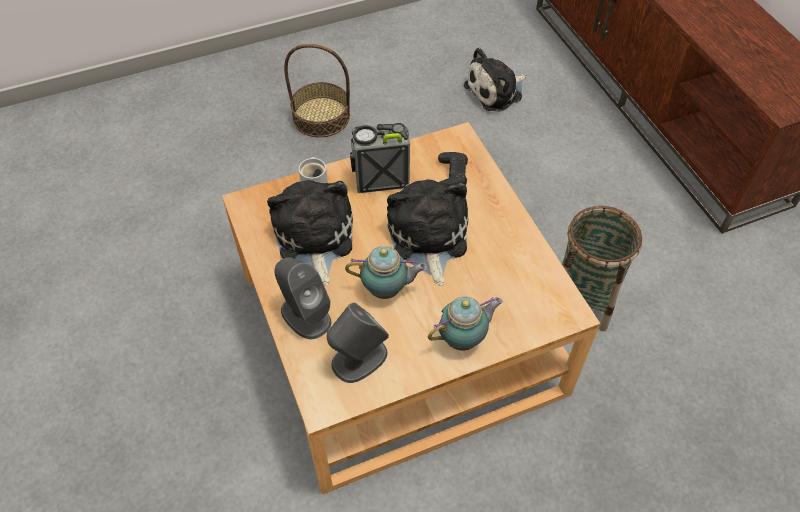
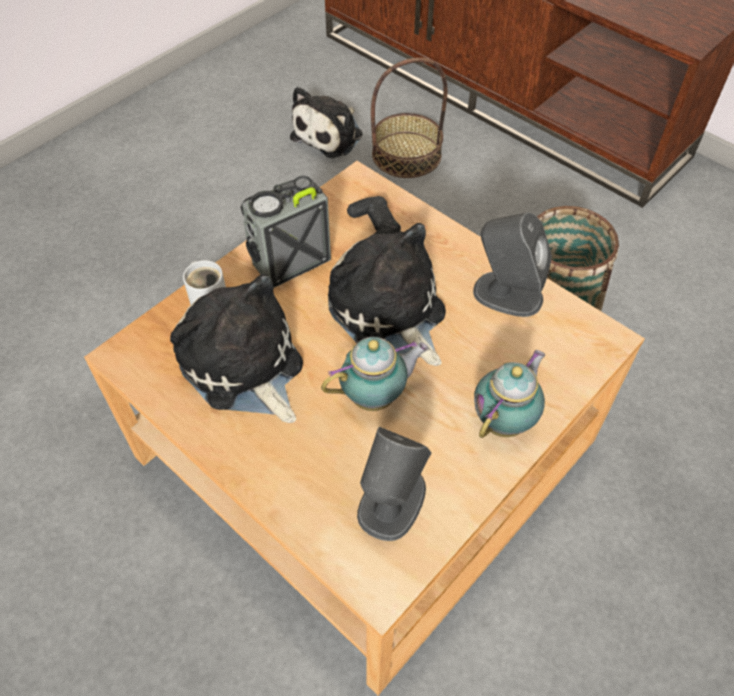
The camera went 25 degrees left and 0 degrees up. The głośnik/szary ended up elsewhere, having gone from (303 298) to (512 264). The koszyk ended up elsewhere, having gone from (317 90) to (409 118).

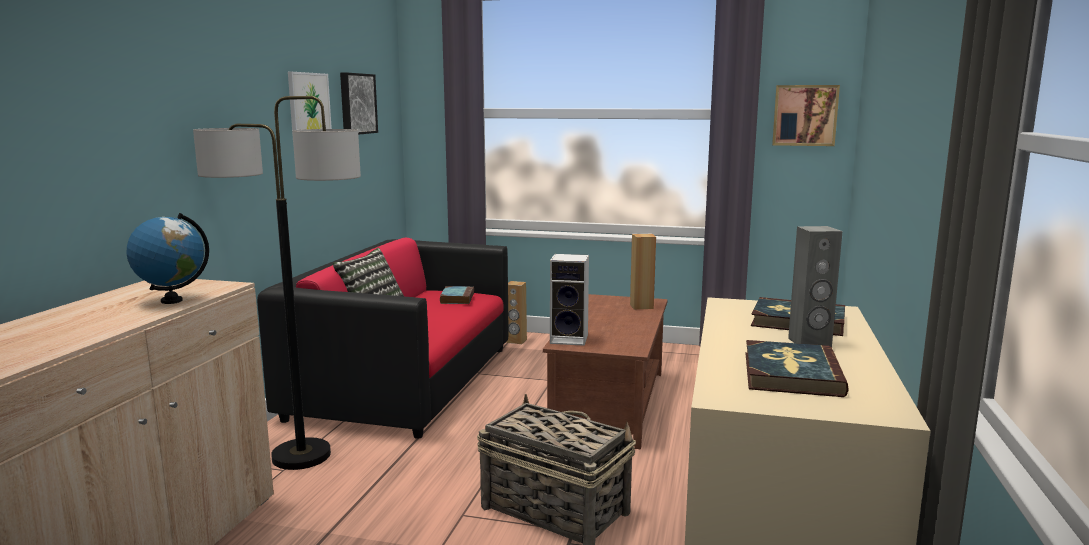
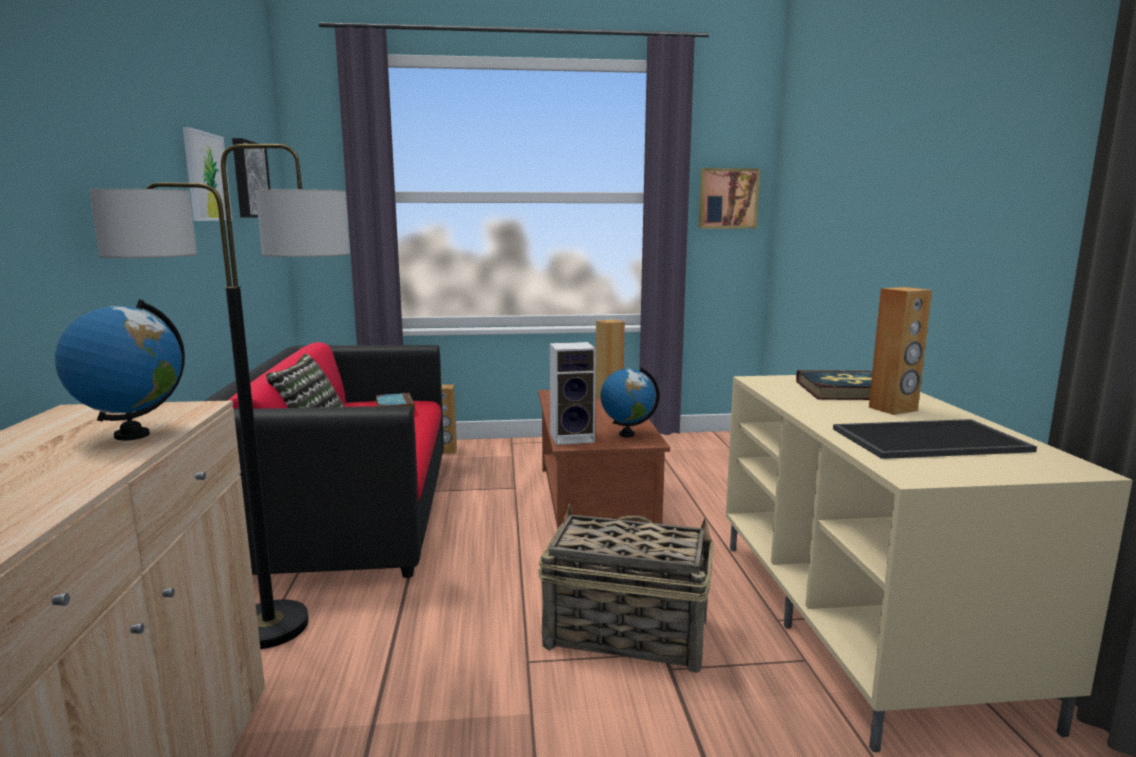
The camera went 20 degrees left and 0 degrees up. The second view gained the globus at (629 402). Where the książka stood at (797 368), the taca came to stand at (935 439). What was the głośnik/szary at (815 286) turned into the głośnik/brązowy at (900 351).

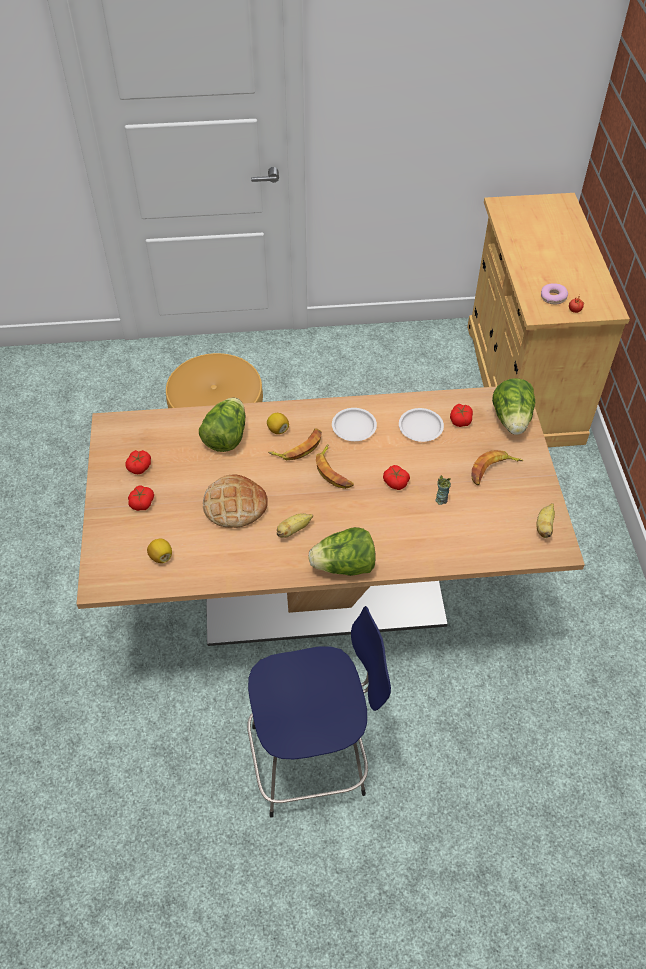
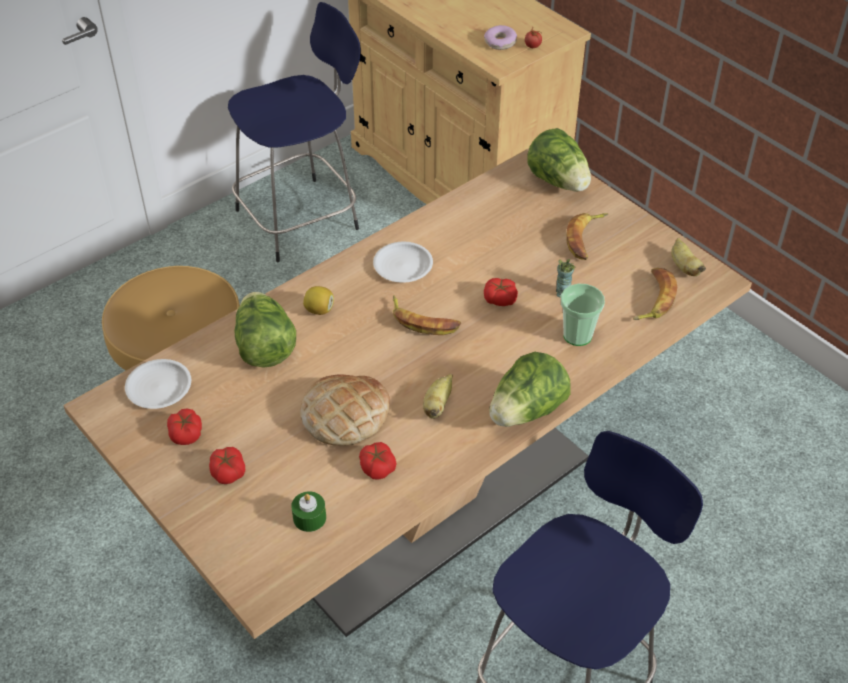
The camera went 35 degrees left and 5 degrees down. The second view gained the stołek/niebieski at (294 132). The second view gained the filiżanka at (583 315). The banan ended up elsewhere, having gone from (295 444) to (655 294). The talerz/biały ended up elsewhere, having gone from (421 425) to (158 384). The pomidor ended up elsewhere, having gone from (461 415) to (378 461). Where the cytryna stood at (159 551), the świeca/zielony came to stand at (308 511).

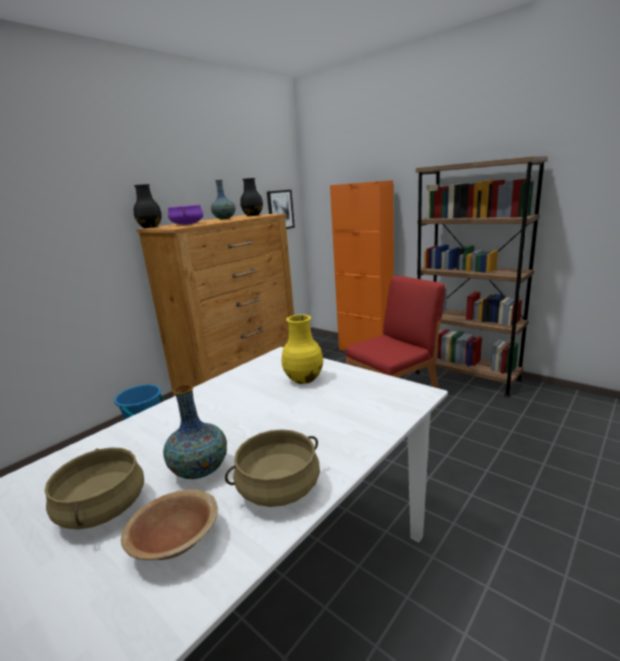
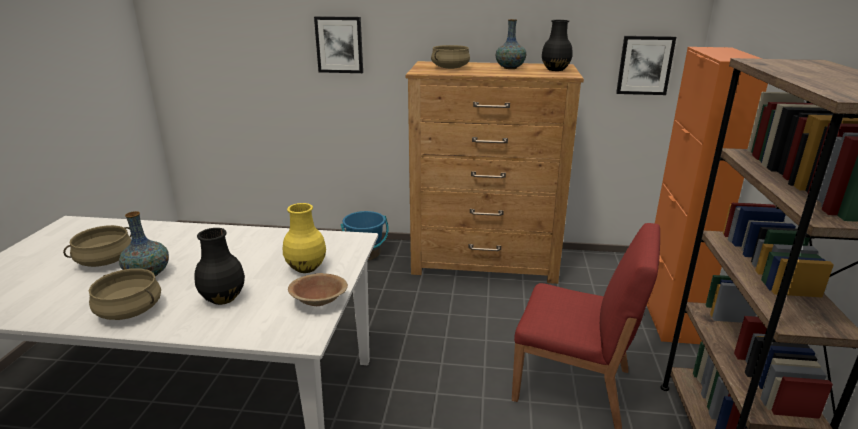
The camera went 55 degrees right and 5 degrees up. The second view gained the obraz at (338 44). The miska/brązowy ended up elsewhere, having gone from (169 524) to (318 289). The wazon/czarny ended up elsewhere, having gone from (148 206) to (220 266). What was the garnek/fioletowy at (185 215) turned into the garnek/beżowy at (450 57).

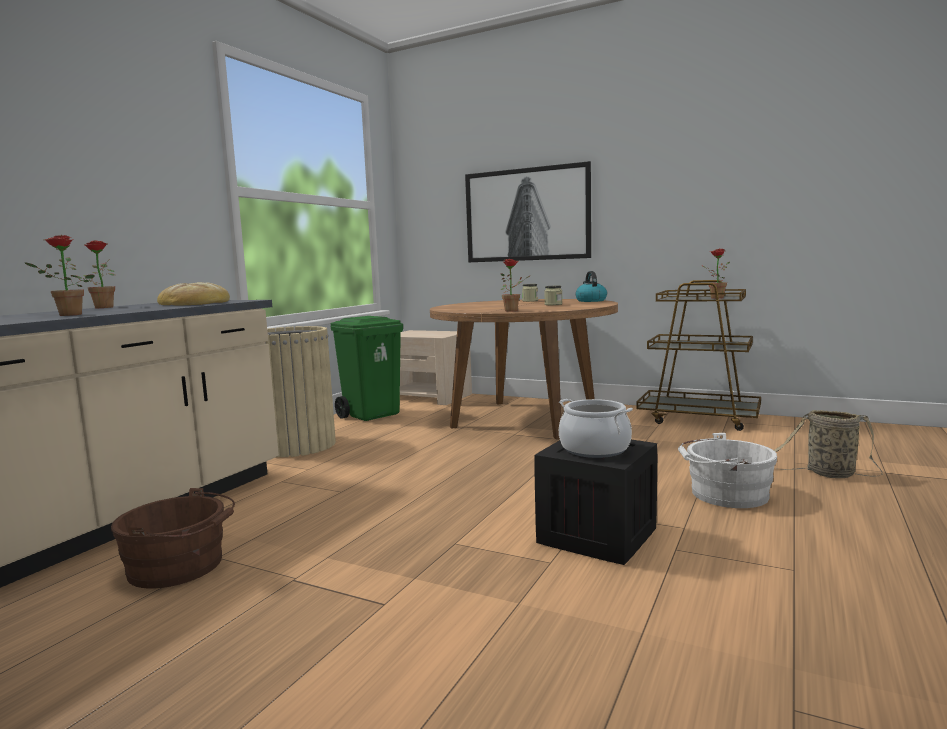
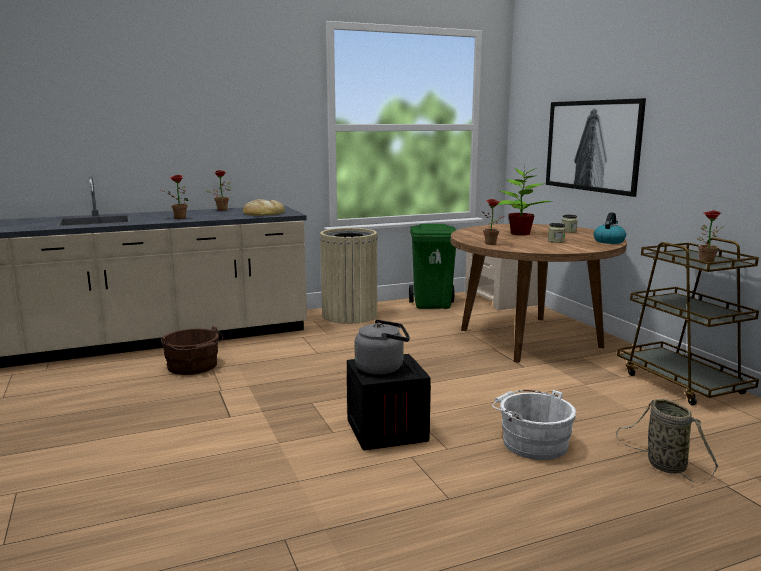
The camera went 40 degrees right and 5 degrees up. The second view gained the roślina doniczkowa at (525 200). Where the garnek stood at (596 428), the czajnik/szary came to stand at (382 346).

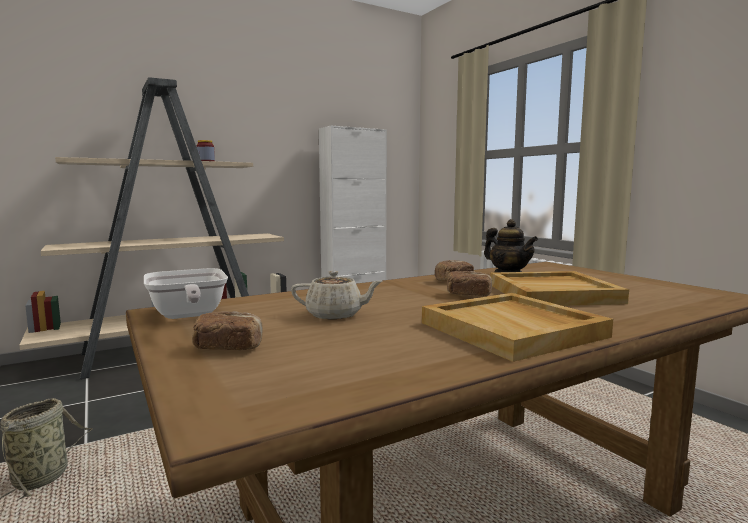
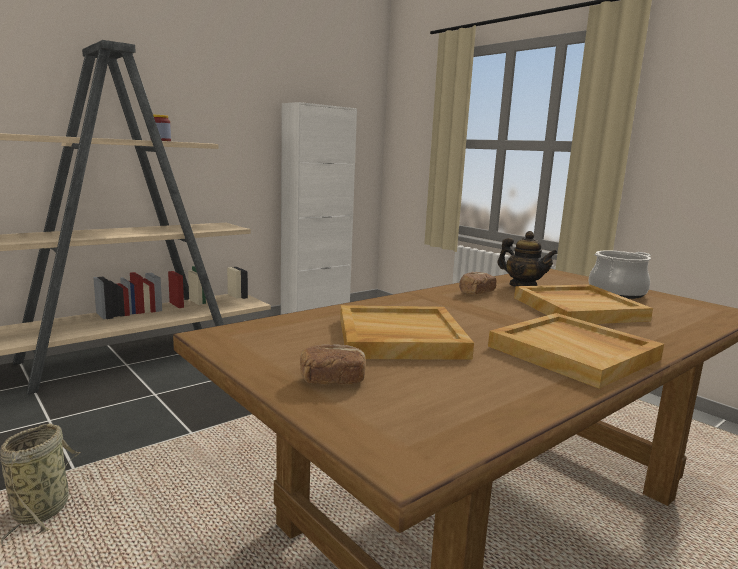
The camera went 10 degrees left and 5 degrees up. The second view lost the patelnia at (186 293). The second view lost the chleb at (469 283). The second view gained the garnek at (620 275). Where the imbryk/beżowy stood at (337 295), the taca/beżowy came to stand at (407 332).

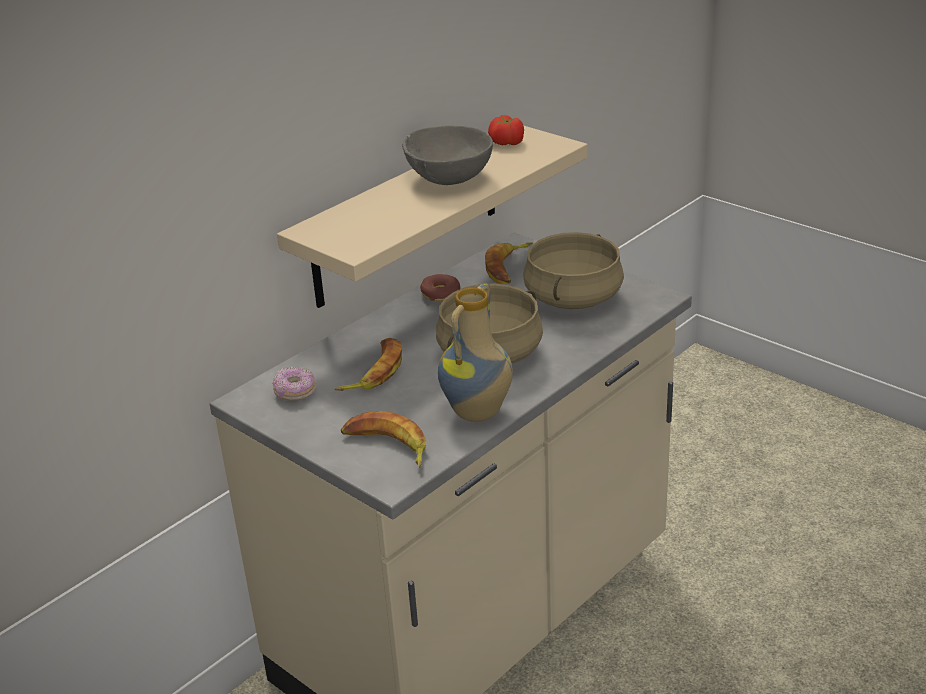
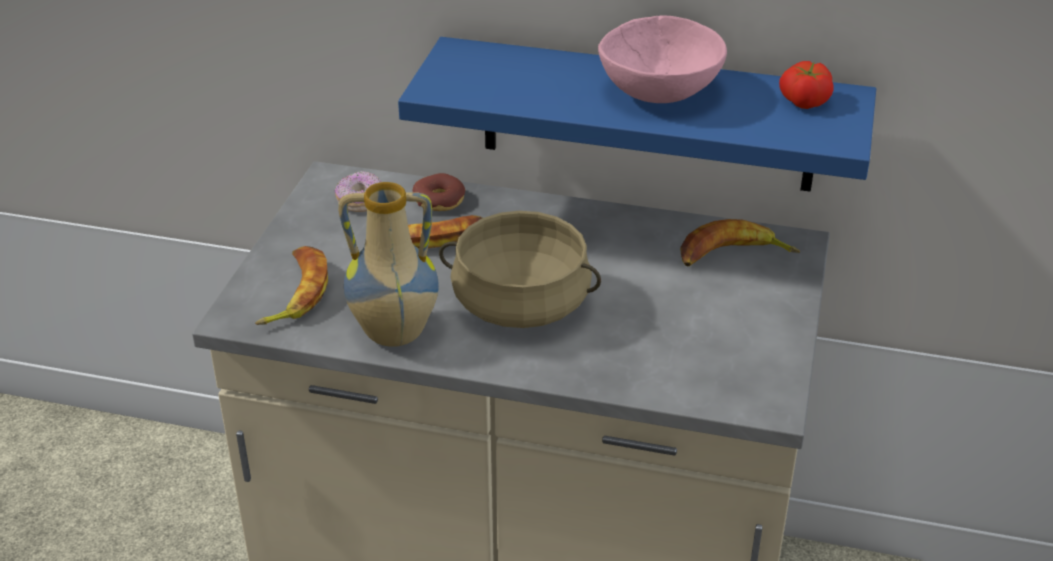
The camera went 60 degrees right and 5 degrees up. The second view lost the garnek/beżowy at (573 270). The donut ended up elsewhere, having gone from (440 287) to (439 192). What was the półka/beżowy at (432 216) turned into the półka/niebieski at (637 114). What was the miska/szary at (447 155) turned into the miska/różowy at (662 59).

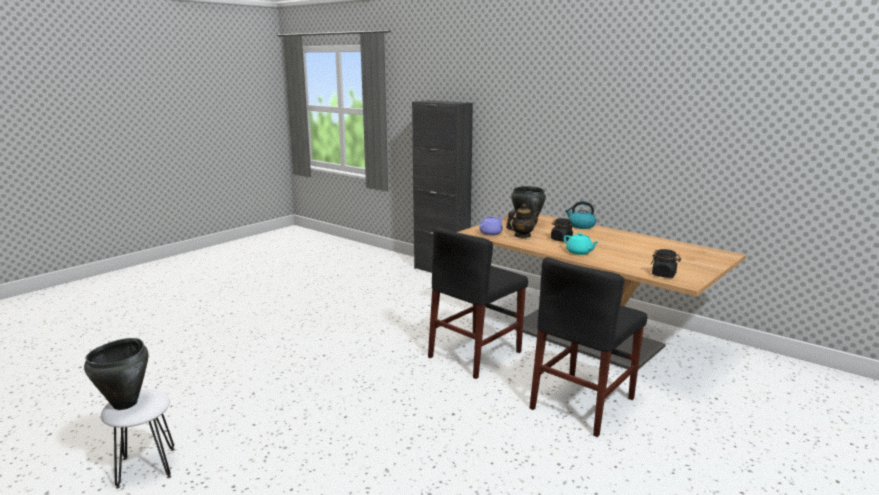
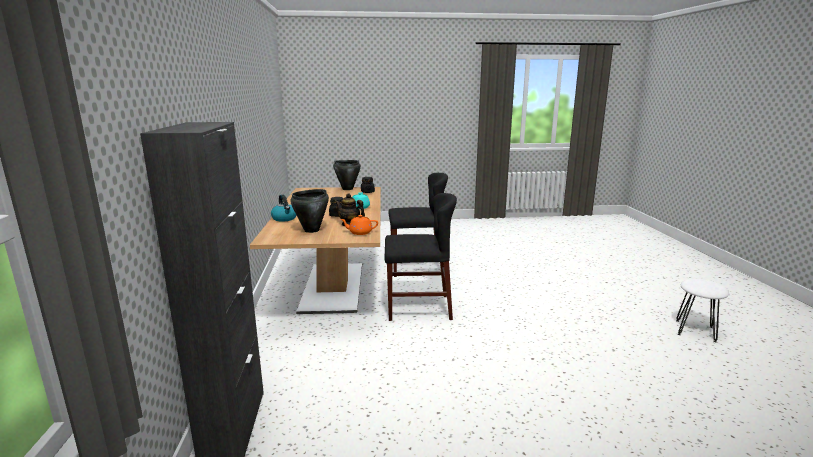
The camera went 135 degrees left and 0 degrees up. The garnek/czarny ended up elsewhere, having gone from (116 374) to (347 175). What was the imbryk/fioletowy at (491 225) turned into the imbryk/pomarańczowy at (359 225).

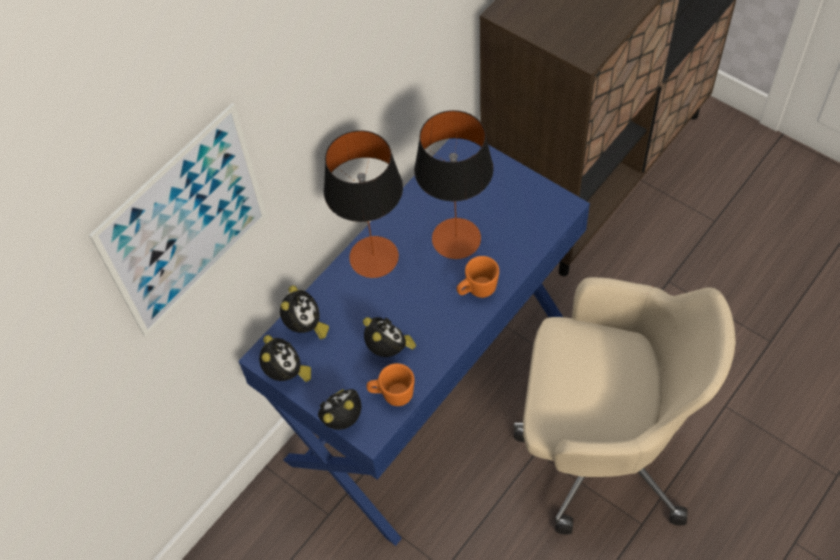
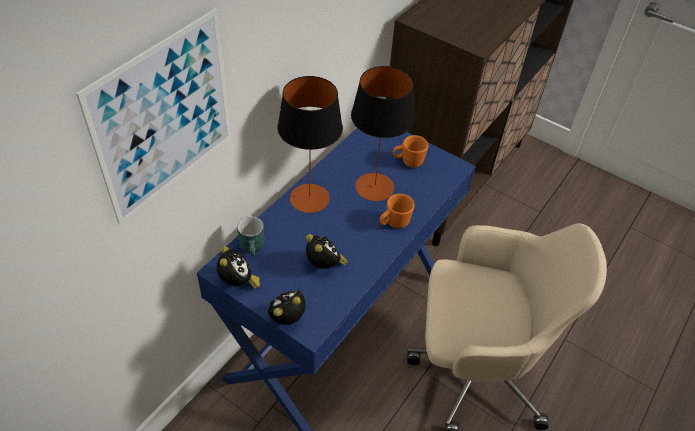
The camera went 10 degrees left and 10 degrees down. The kubek/pomarańczowy ended up elsewhere, having gone from (390 384) to (410 151). Where the budzik stood at (304 312), the kubek/turkusowy came to stand at (250 236).

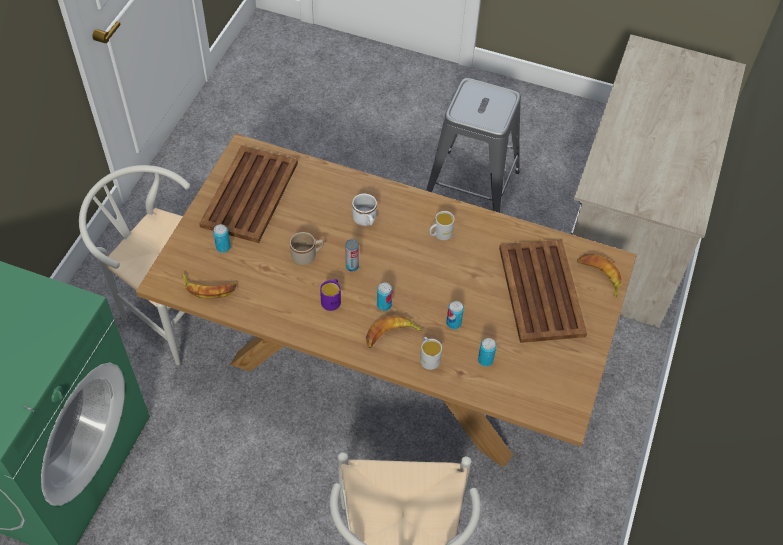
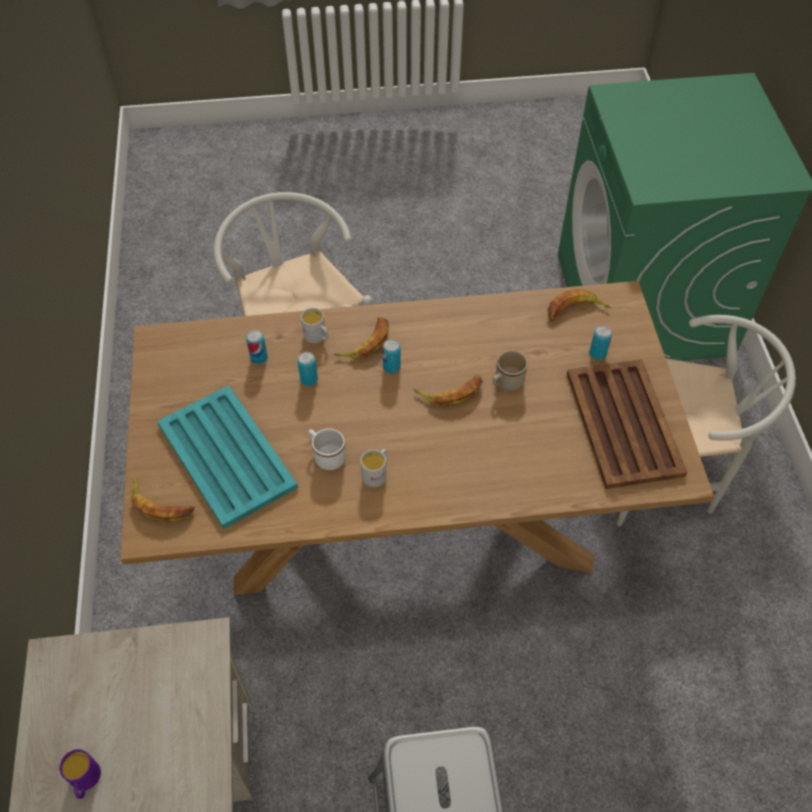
The camera went 155 degrees right and 0 degrees up. The kubek/fioletowy ended up elsewhere, having gone from (330 295) to (80 774). The kubek/biały ended up elsewhere, having gone from (364 210) to (327 449). Where the puszka stood at (352 255), the banan came to stand at (448 390). What was the taca/brązowy at (543 291) turned into the taca/turkusowy at (227 457).

